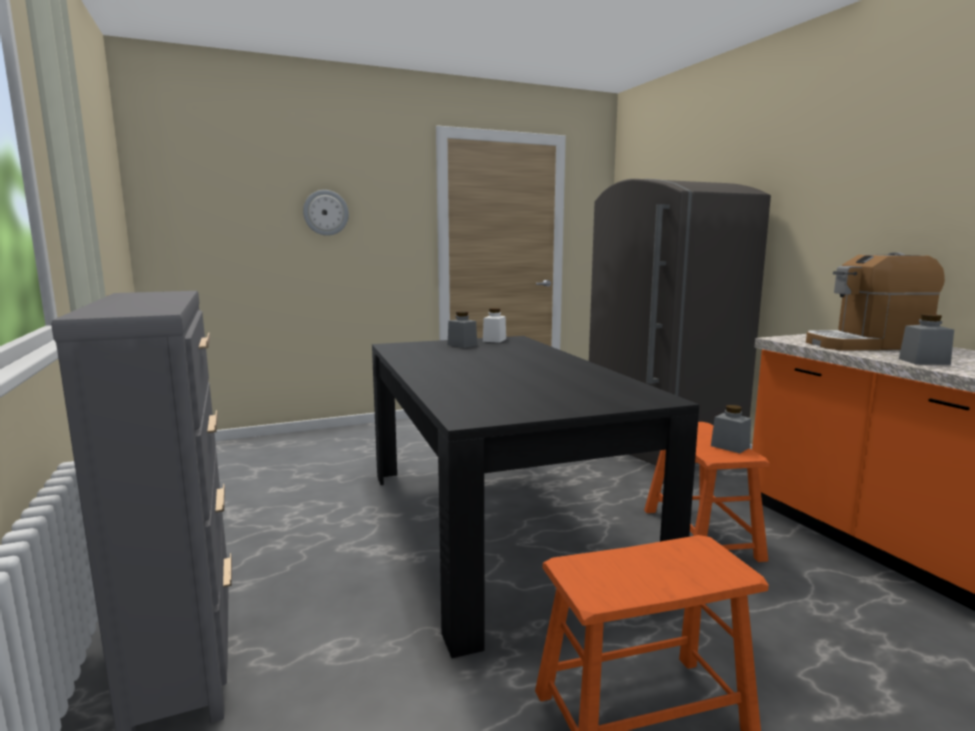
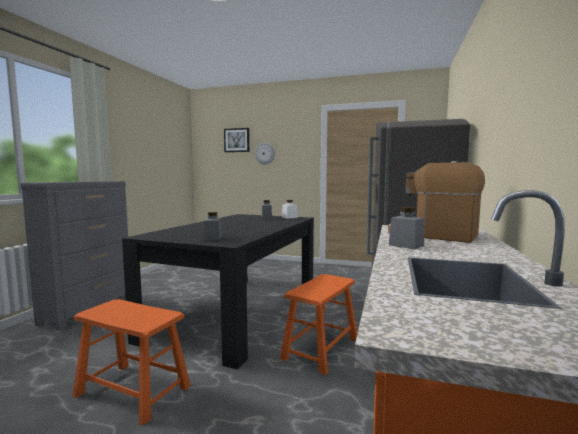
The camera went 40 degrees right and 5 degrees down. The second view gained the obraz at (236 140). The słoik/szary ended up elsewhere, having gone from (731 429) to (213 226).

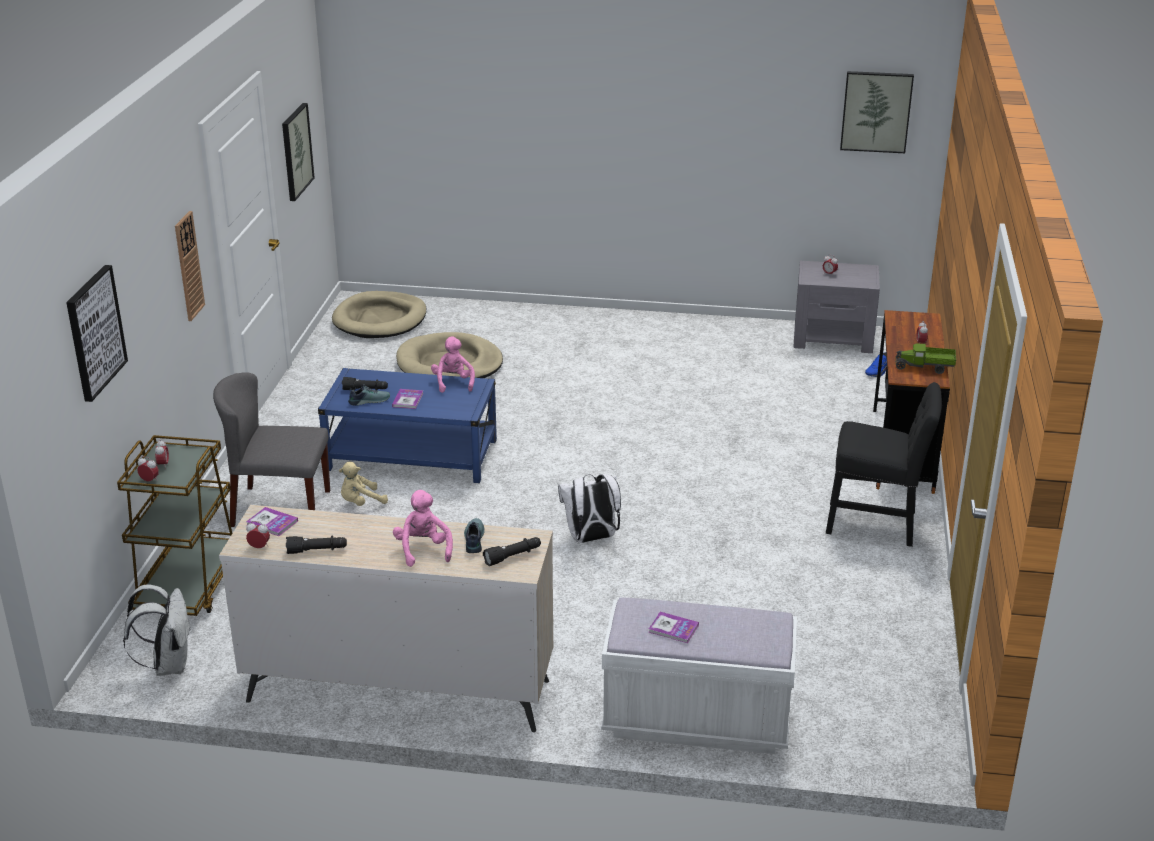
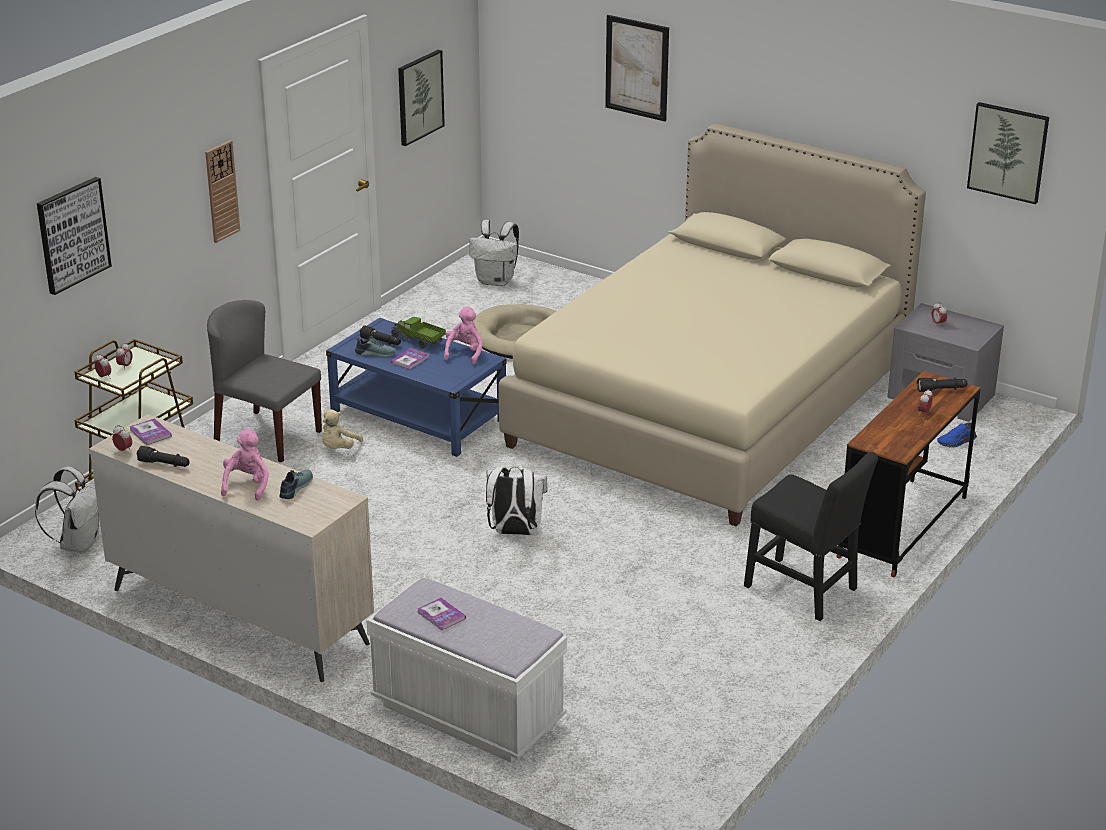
The camera went 25 degrees right and 0 degrees up. The second view gained the łóżko/beżowy at (712 325). The second view gained the obraz at (637 68). The latarka/czarny ended up elsewhere, having gone from (512 551) to (942 384). The ciężarówka zabawkowa ended up elsewhere, having gone from (925 359) to (418 333). Where the legowisko/beżowy stood at (379 314), the plecak/biały came to stand at (494 253). The pluszak/beżowy at (363 484) ended up facing another way, 60 degrees counterclockwise from before.

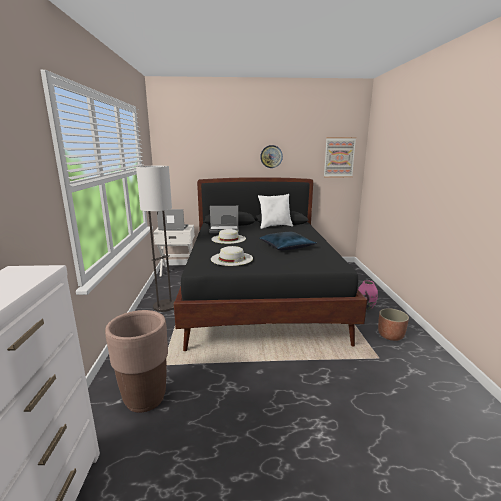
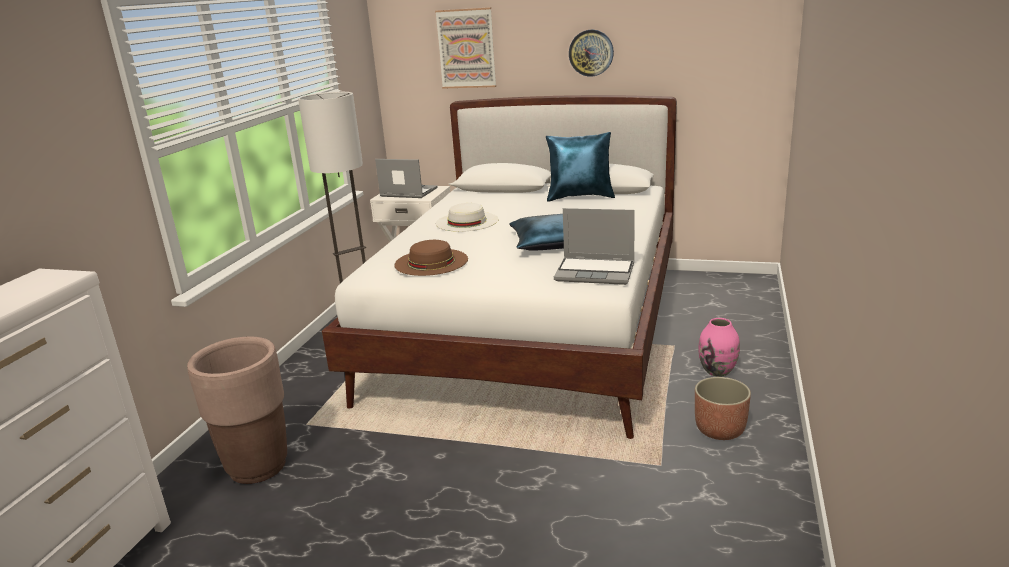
The camera went 20 degrees right and 5 degrees up. The laptop ended up elsewhere, having gone from (224 219) to (594 246). The obraz ended up elsewhere, having gone from (340 157) to (465 48). What was the łóżko/czarny at (270 264) turned into the łóżko/biały at (499 267). What was the kapelusz/biały at (232 256) turned into the kapelusz/brązowy at (431 258). What was the poduszka/biały at (275 211) turned into the poduszka/niebieski at (580 167).

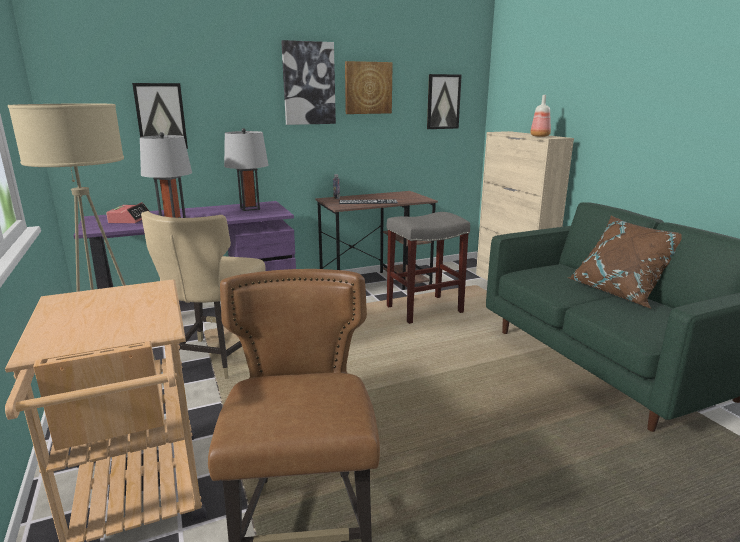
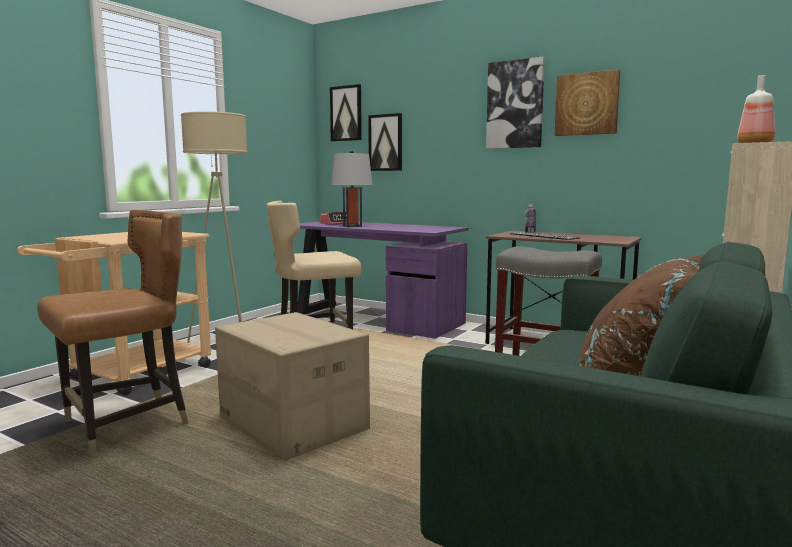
The camera went 55 degrees right and 10 degrees down. The second view lost the lampa stołowa/szary at (246 169). The second view gained the karton at (292 386). The obraz ended up elsewhere, having gone from (444 101) to (346 112).

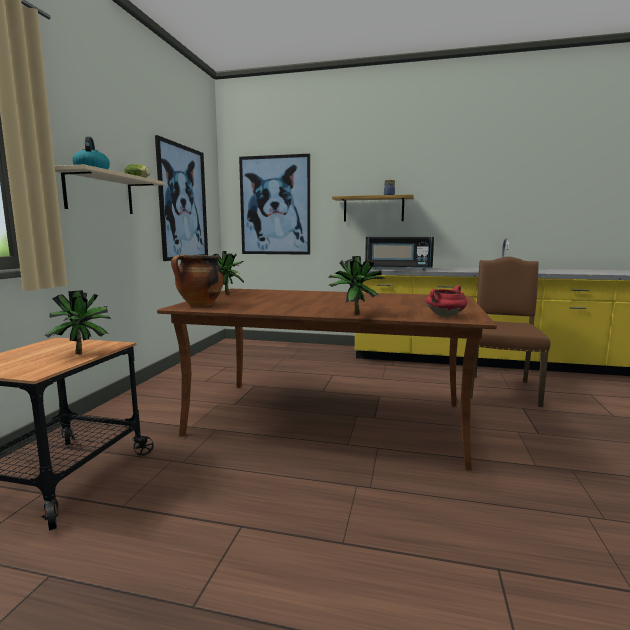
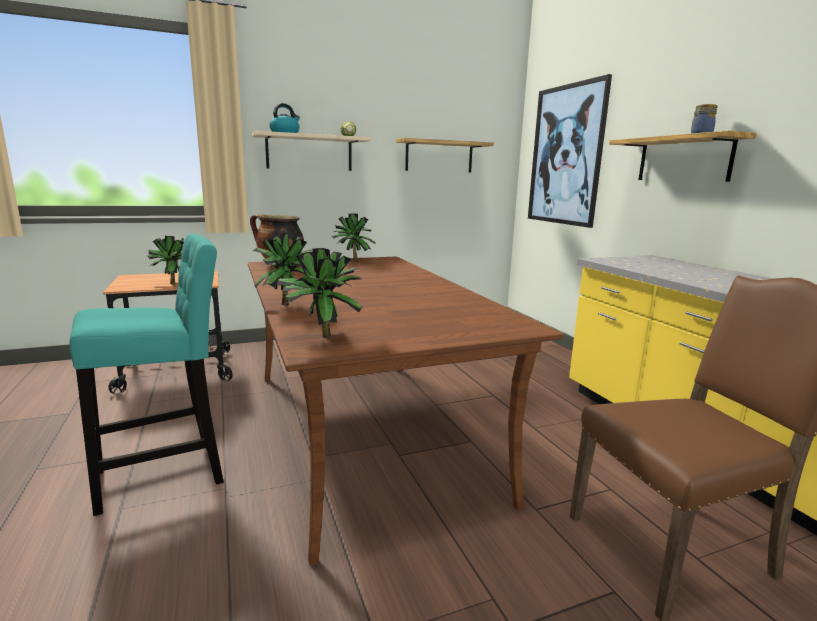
The camera went 55 degrees right and 5 degrees up. The second view lost the mikrofalówka/czarny at (399 254). The second view gained the stołek/turkusowy at (147 374). Where the obraz hung at (181 198), the półka came to hang at (445 155). Where the garnek/czerwony stood at (446 301), the roślina doniczkowa came to stand at (320 293).

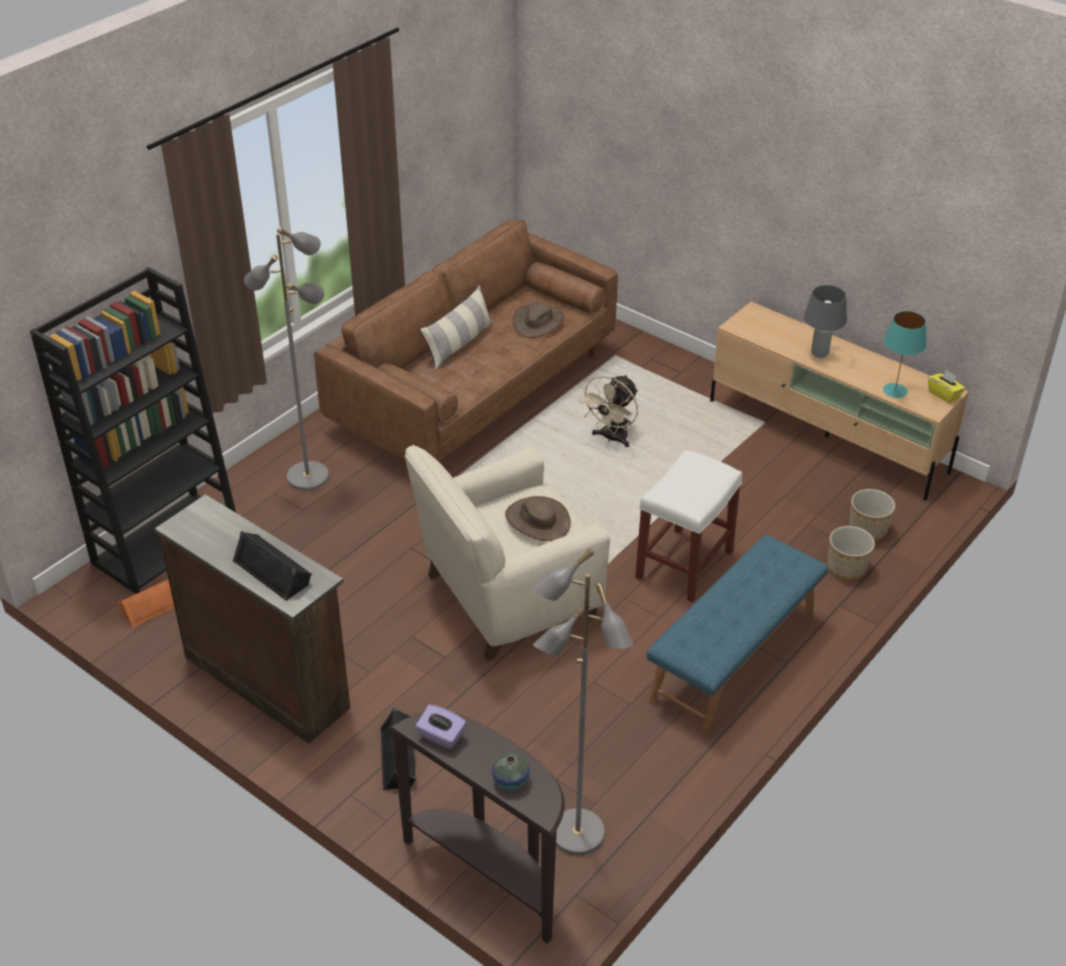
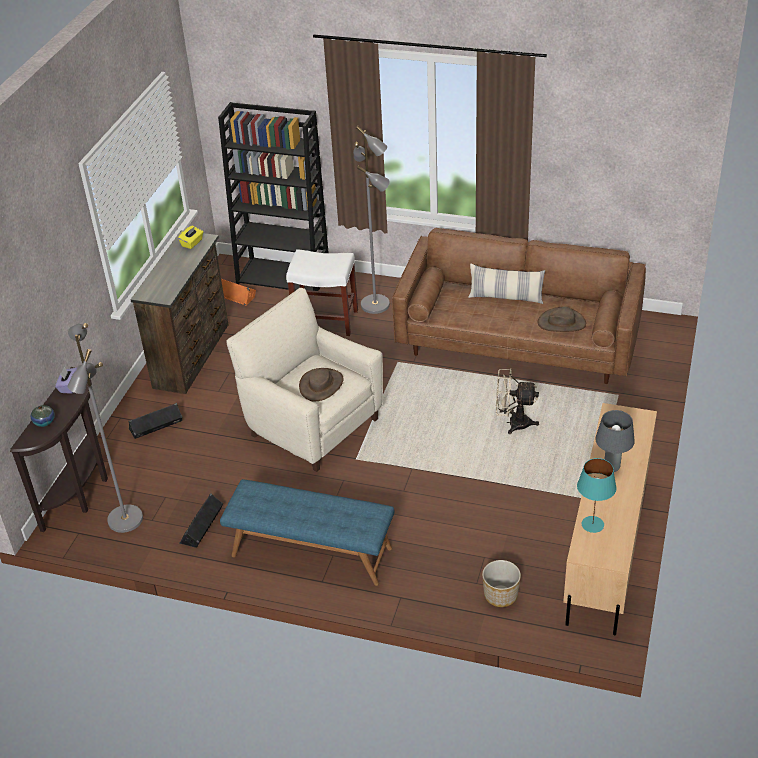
The camera went 70 degrees right and 0 degrees up. The second view lost the donica at (851 553). The głośnik/czarny ended up elsewhere, having gone from (272 566) to (201 520). The stołek/biały ended up elsewhere, having gone from (688 526) to (322 292). The pudełko chusteczek/żółty ended up elsewhere, having gone from (946 386) to (190 237).

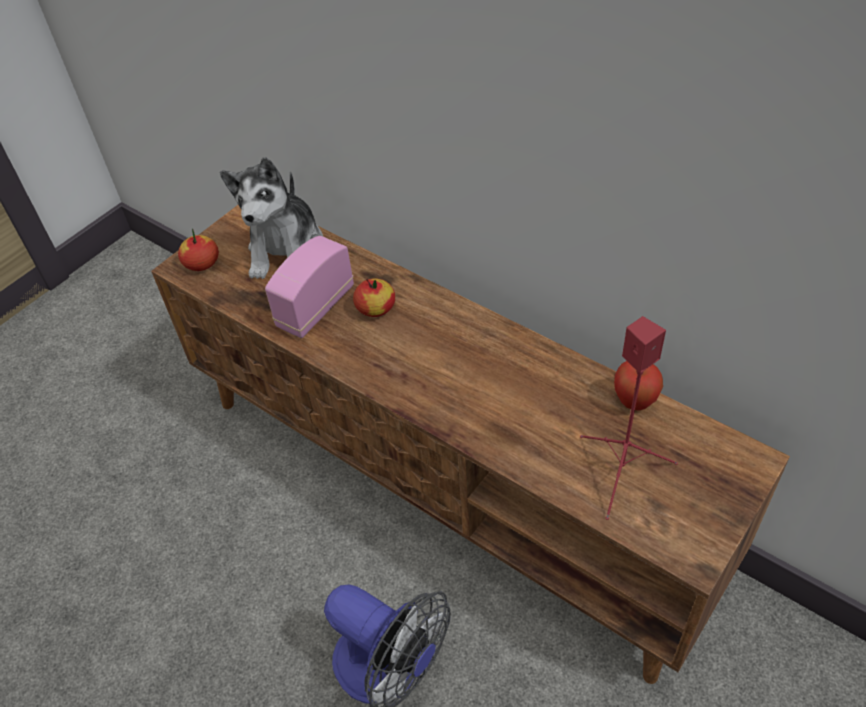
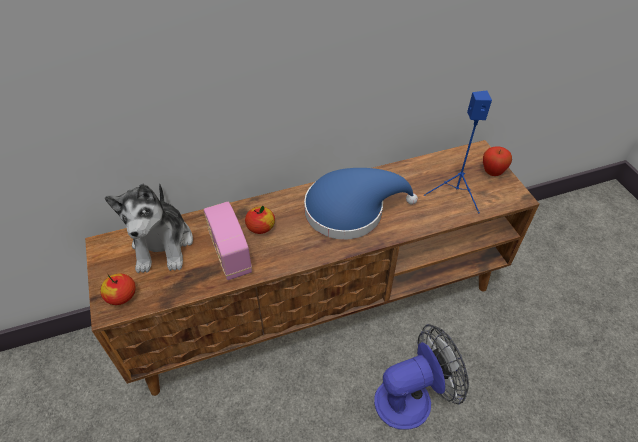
The camera went 60 degrees left and 0 degrees up. The second view gained the kapelusz/niebieski at (361 204). The jabłko ended up elsewhere, having gone from (638 385) to (497 161). What was the głośnik/czerwony at (629 418) turned into the głośnik/niebieski at (458 151). The pluszak at (271 218) ended up facing another way, 45 degrees clockwise from before.

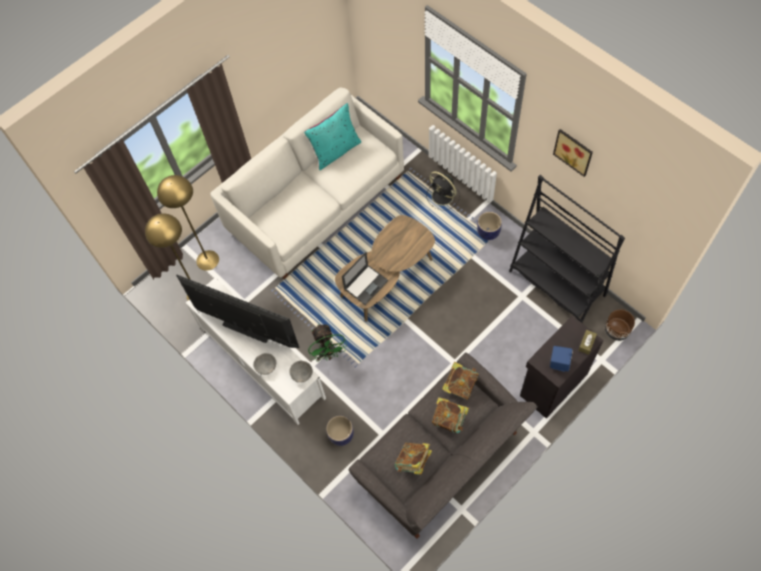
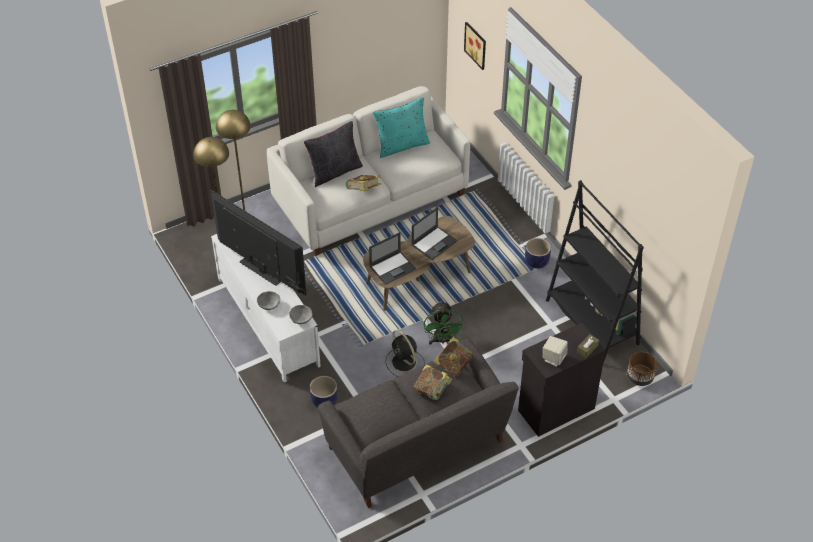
The camera went 10 degrees right and 15 degrees down. The second view gained the poduszka/czarny at (333 154). The second view gained the laptop at (434 233). The wentylator/zielony ended up elsewhere, having gone from (327 343) to (444 323). The książka ended up elsewhere, having gone from (413 458) to (363 183). The wentylator/czarny ended up elsewhere, having gone from (443 190) to (404 353). The obraz ended up elsewhere, having gone from (573 153) to (475 46). What was the głośnik/niebieski at (561 359) turned into the głośnik/beżowy at (555 351).

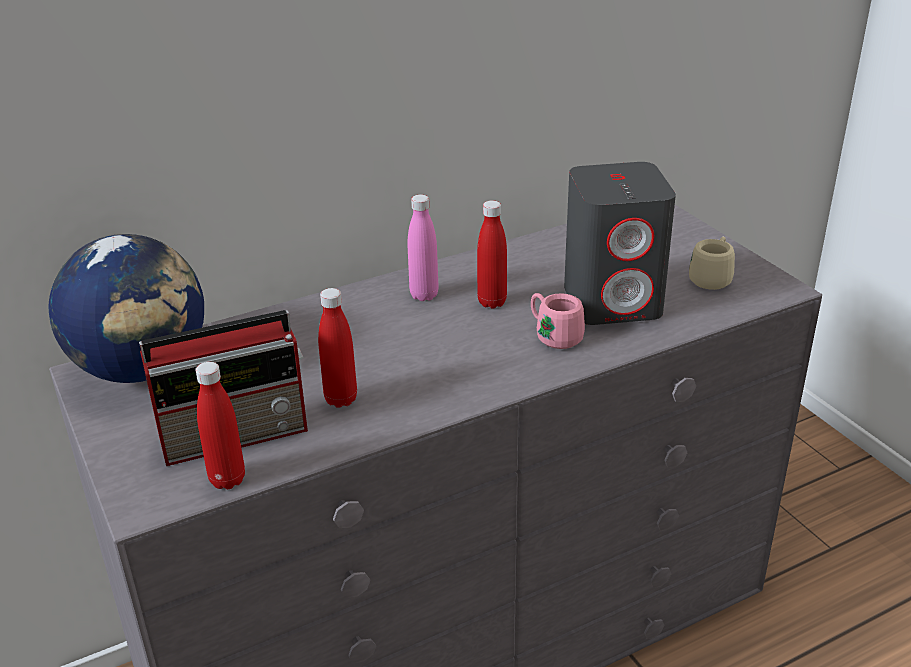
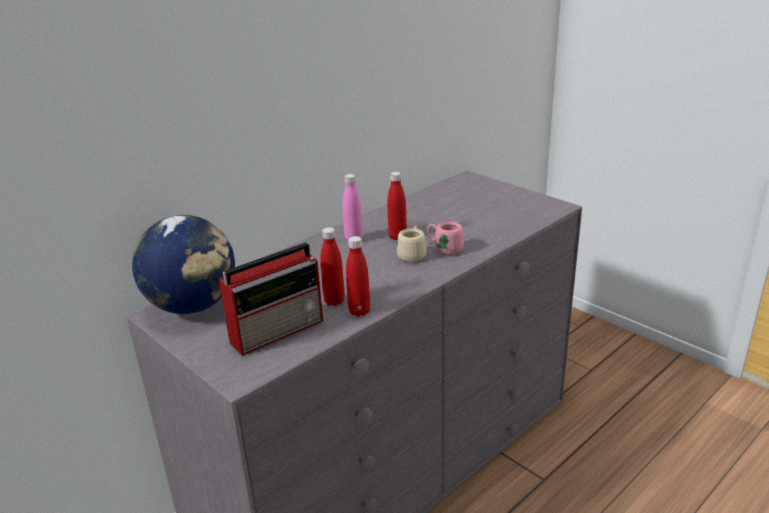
The camera went 15 degrees left and 5 degrees down. The second view lost the głośnik/szary at (620 243). The butelka/czerwony ended up elsewhere, having gone from (220 425) to (358 276). The kubek/beżowy ended up elsewhere, having gone from (712 263) to (412 244).

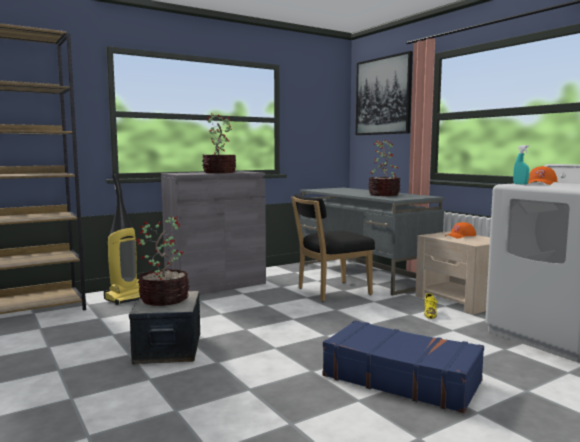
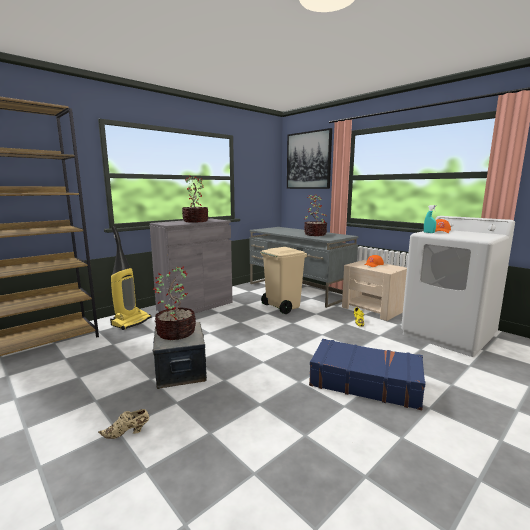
The camera went 10 degrees left and 5 degrees up. The second view gained the but/beżowy at (123 424). Where the krzesło/czarny stood at (333 247), the kosz na śmieci/beżowy came to stand at (283 280).

